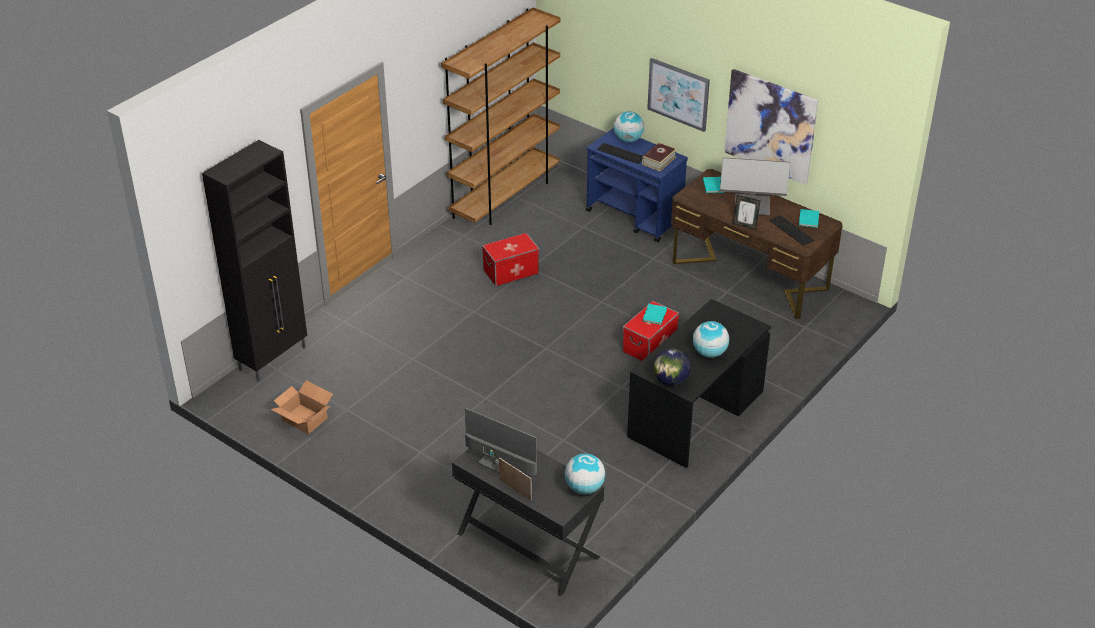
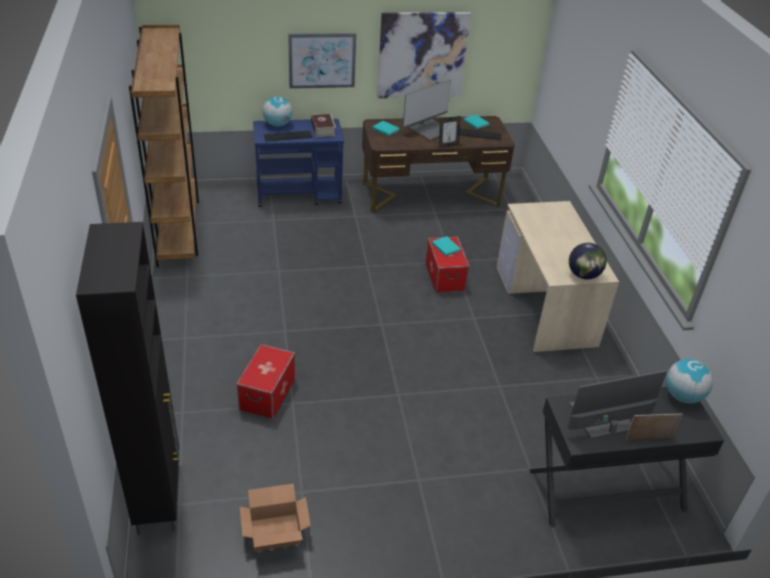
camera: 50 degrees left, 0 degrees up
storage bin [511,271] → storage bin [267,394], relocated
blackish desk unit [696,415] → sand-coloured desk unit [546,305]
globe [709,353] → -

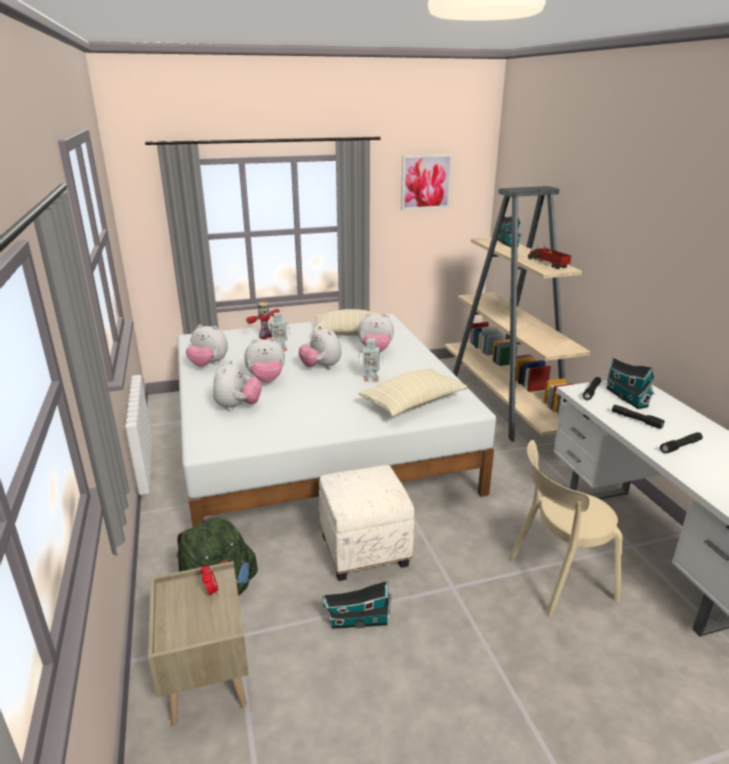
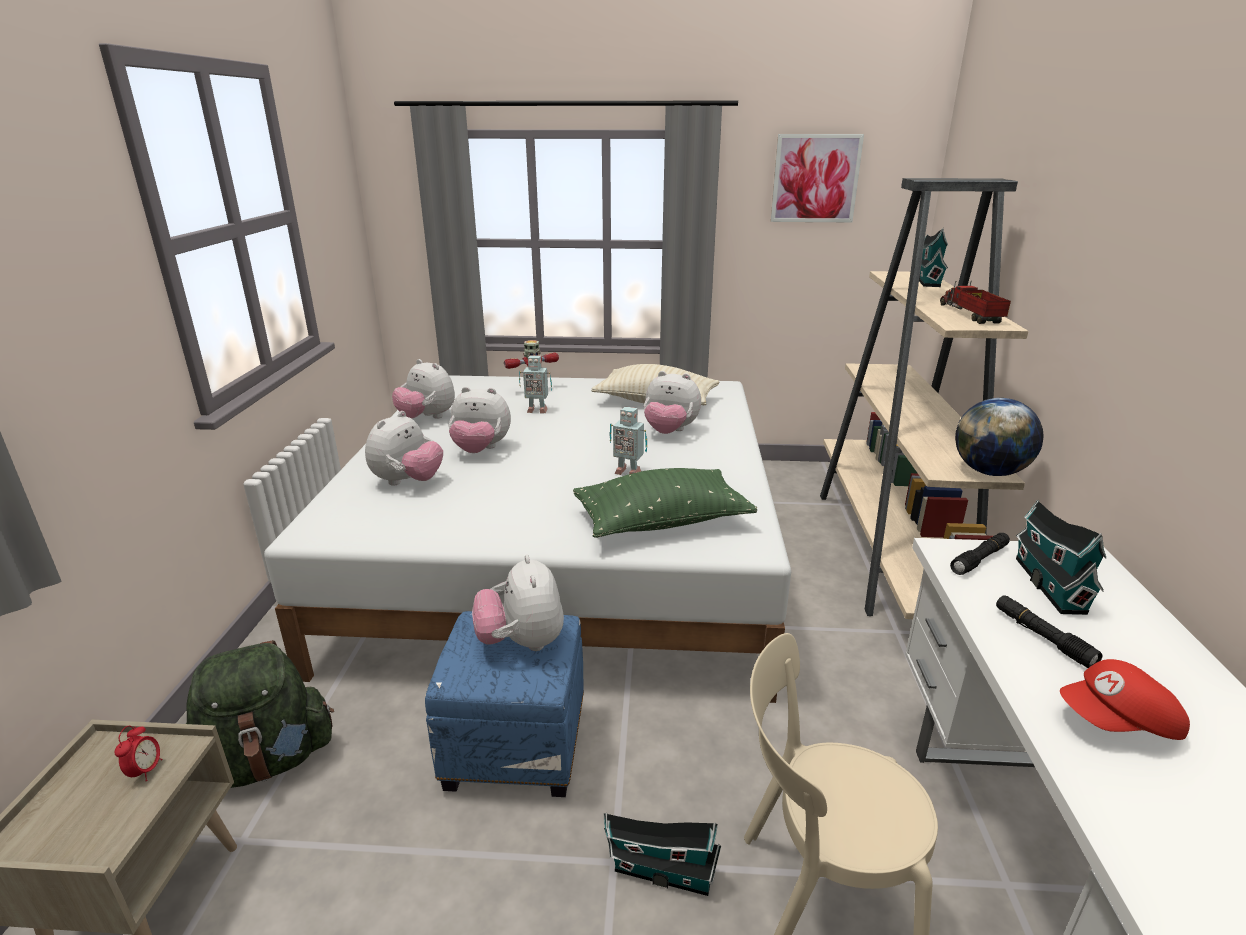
camera: 20 degrees right, 0 degrees up
plush toy [321,367] → plush toy [522,642], relocated
white footrest [365,550] → blue footrest [517,747]
model house [357,621] → model house [659,871], relocated
sand-coloured cushion [413,403] → green-coloured cushion [662,522]
blackish hand torch [680,446] → red-coloured cap [1118,723]
- → globe [989,472]

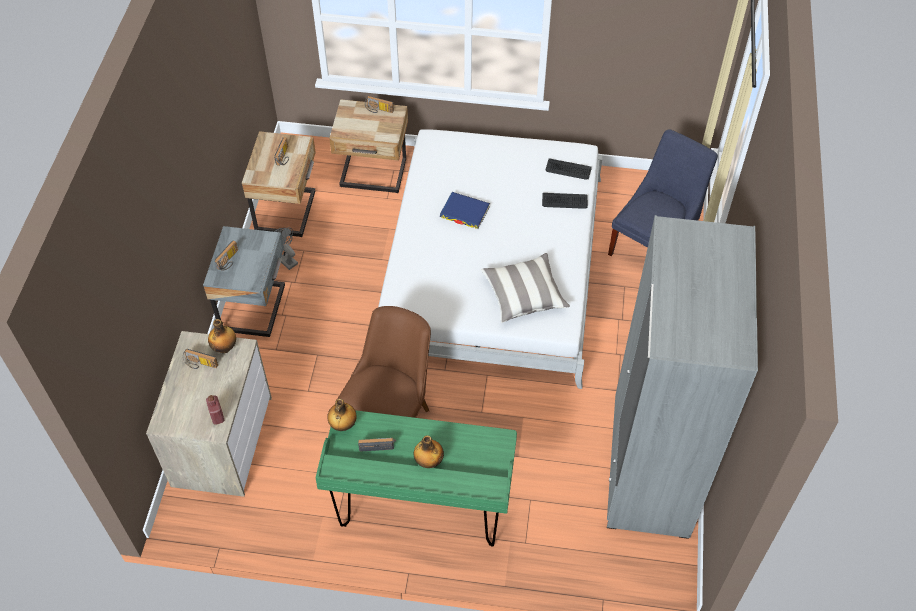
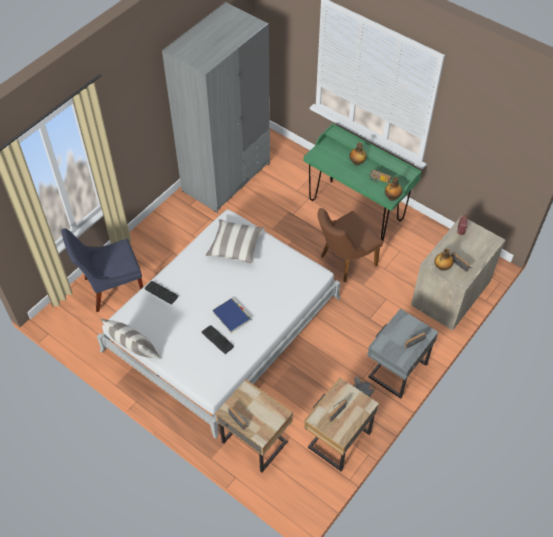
camera: 150 degrees left, 0 degrees up
computer keyboard [568,170] → computer keyboard [218,339], relocated
- → cushion [134,351]

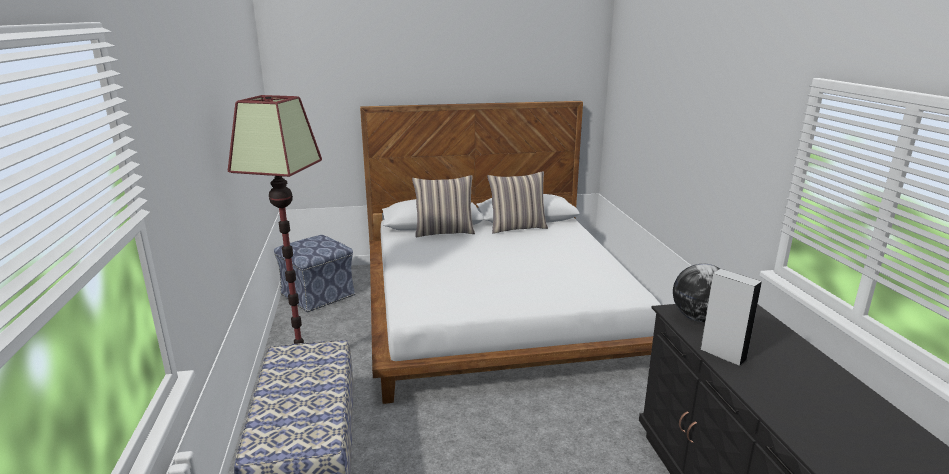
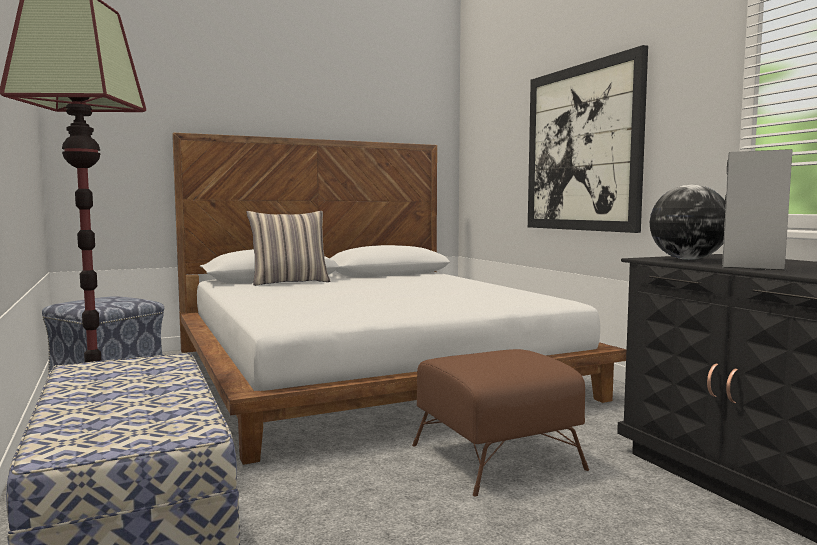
camera: 15 degrees left, 15 degrees down
cushion [517,227] → -
- → brown-coloured footrest [497,457]
- → picture [582,148]

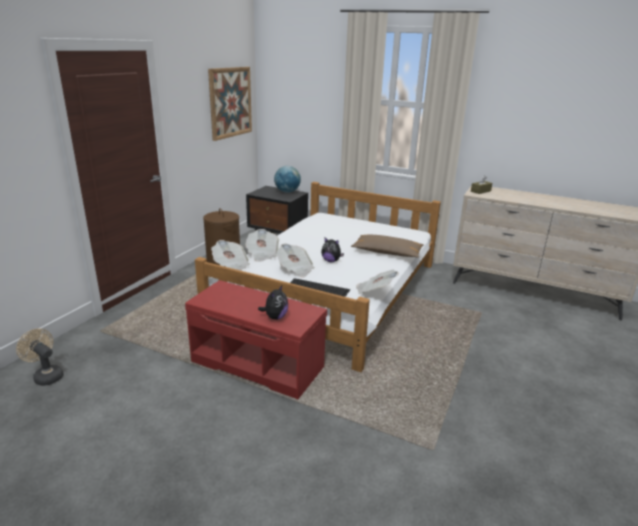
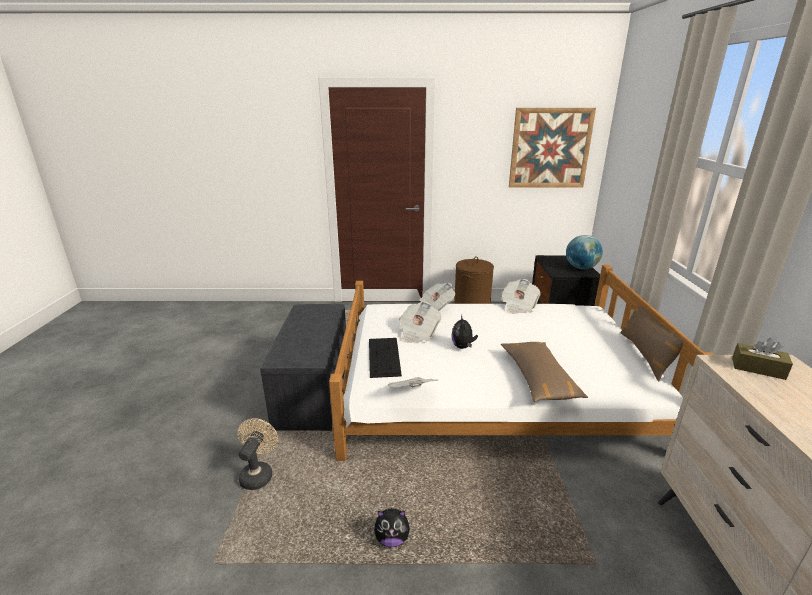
camera: 65 degrees right, 0 degrees up
sand-coloured electric fan [46,376] → sand-coloured electric fan [258,473], relocated
red-coloured long seat [259,364] → grey long seat [314,391]
daily paper [231,266] → daily paper [518,306], relocated
plush toy [275,317] → plush toy [392,539], relocated
- → brown-coloured cushion [645,355]

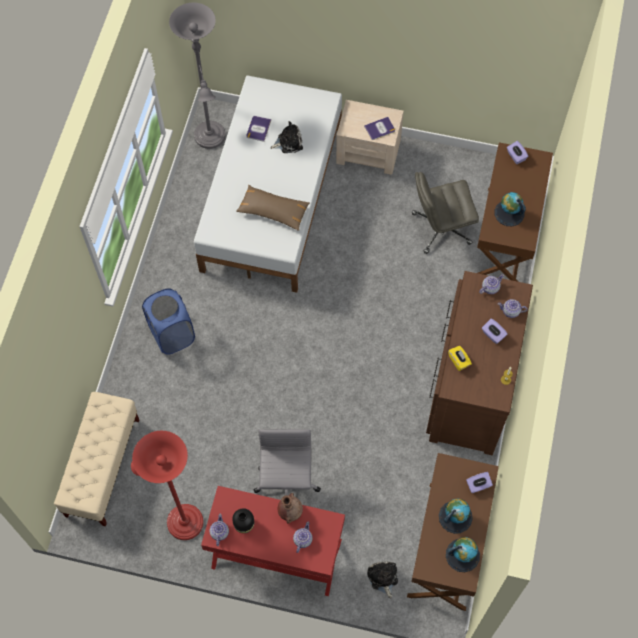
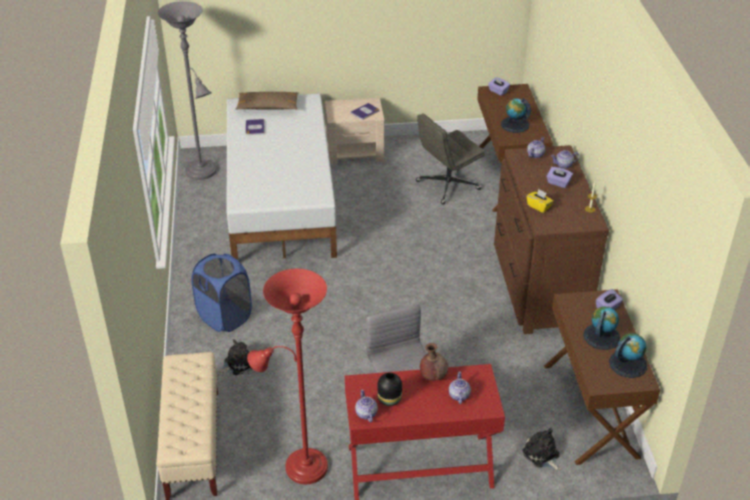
camera: 20 degrees left, 25 degrees down
brown-coloured cushion [273,211] → brown-coloured cushion [268,107], relocated
plush toy [288,142] → plush toy [237,364], relocated

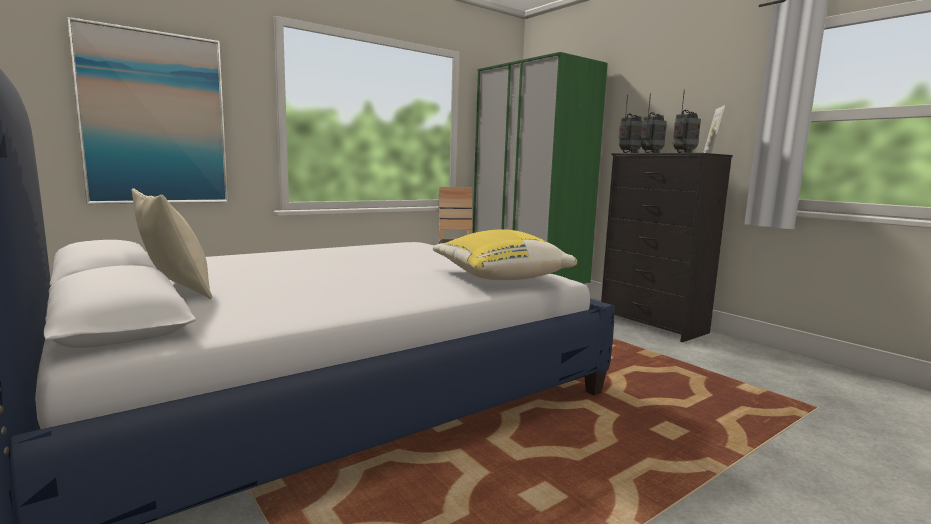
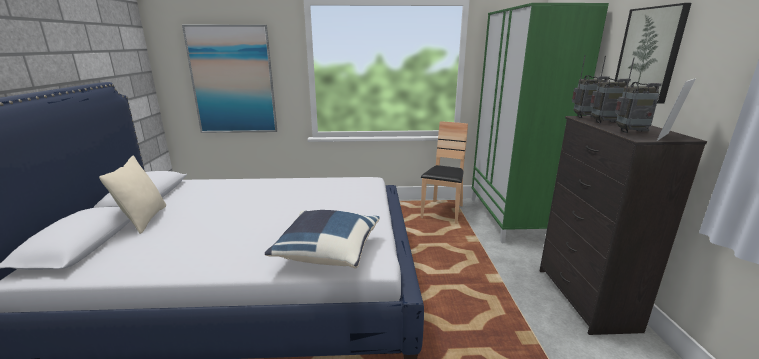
camera: 35 degrees right, 10 degrees up
yellow cushion [499,278] → blue cushion [327,252]
- → picture [649,54]

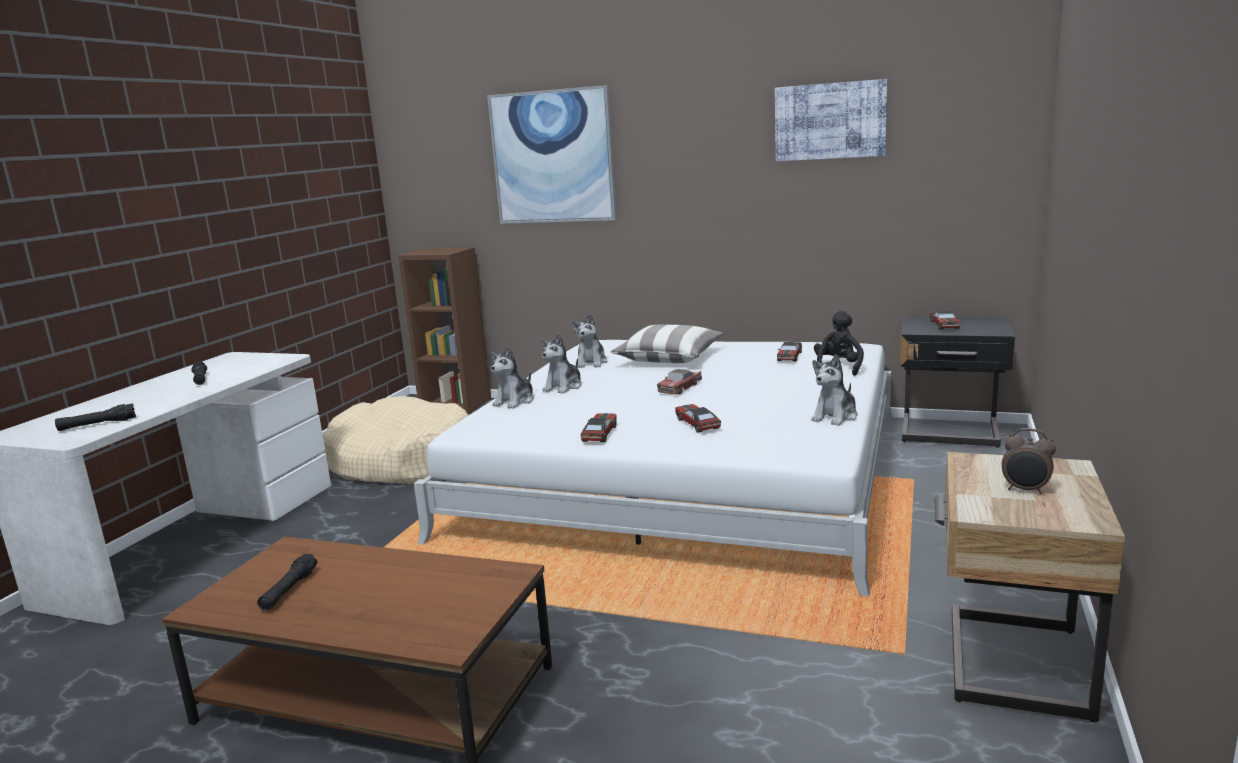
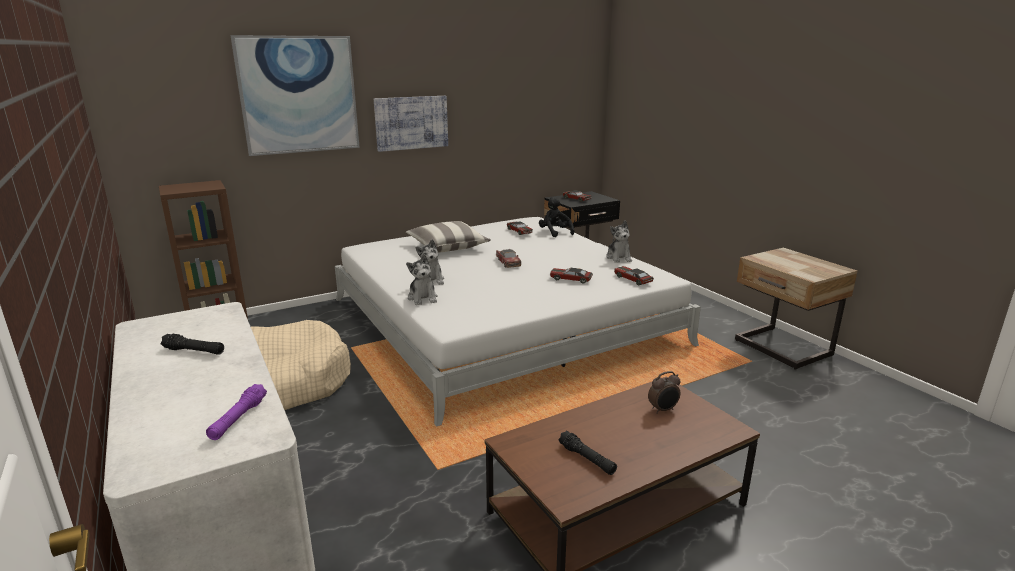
camera: 50 degrees left, 5 degrees up
blackish hand torch [97,425] → purple-coloured hand torch [238,419]
plush toy [591,363] → -
model car [599,434] → model car [633,279], relocated
picture [830,121] → picture [411,123], relocated
alarm clock [1025,490] → alarm clock [663,410], relocated

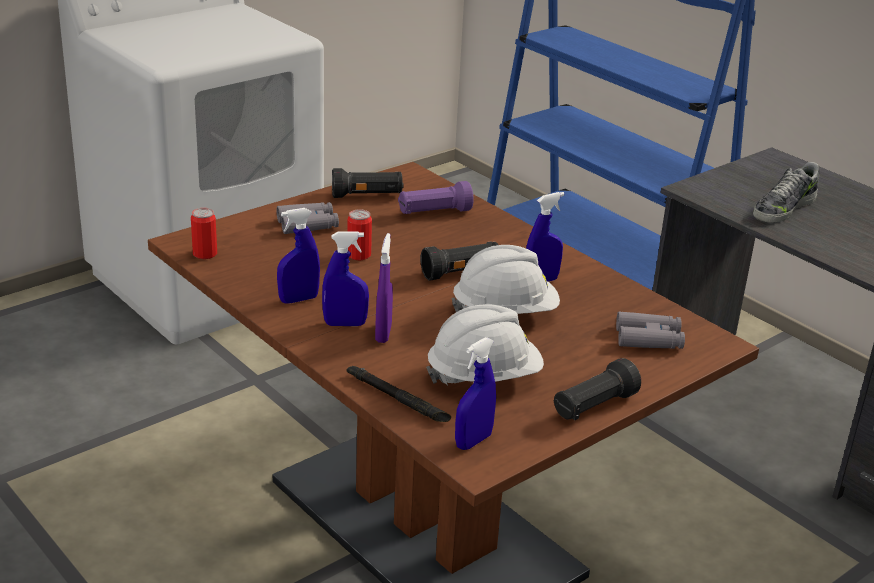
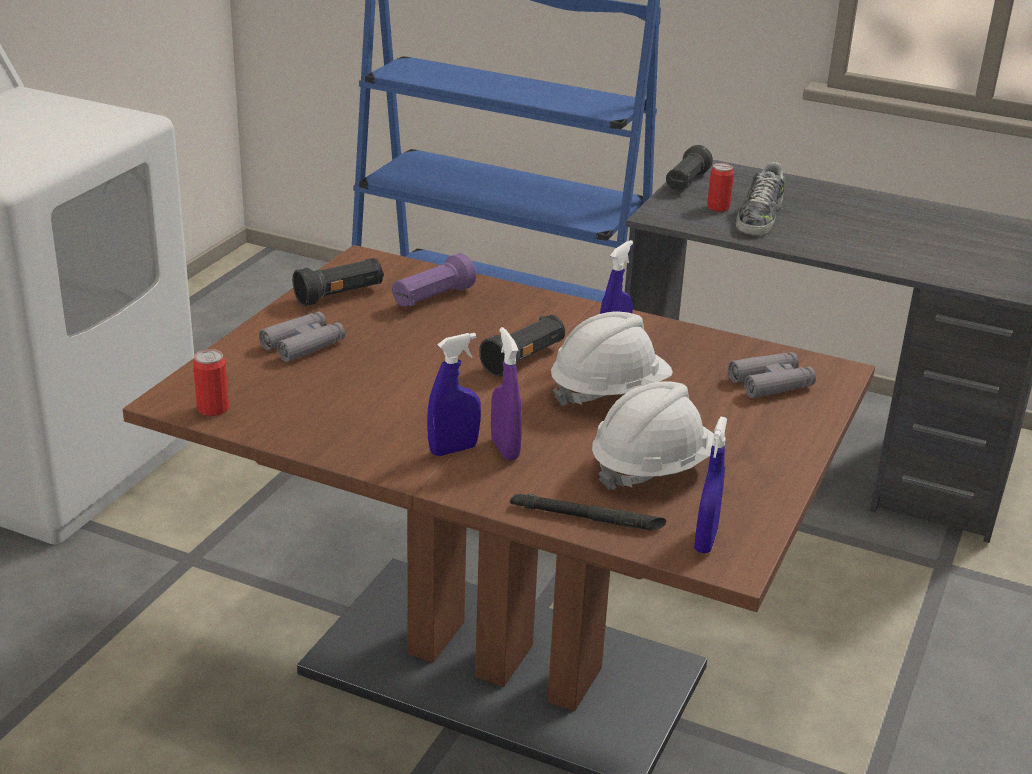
camera: 25 degrees left, 0 degrees up
blue hand sprayer [298,299] → -
sealed can [359,255] → sealed can [718,207], relocated
blackish hand torch [593,406] → blackish hand torch [686,183], relocated

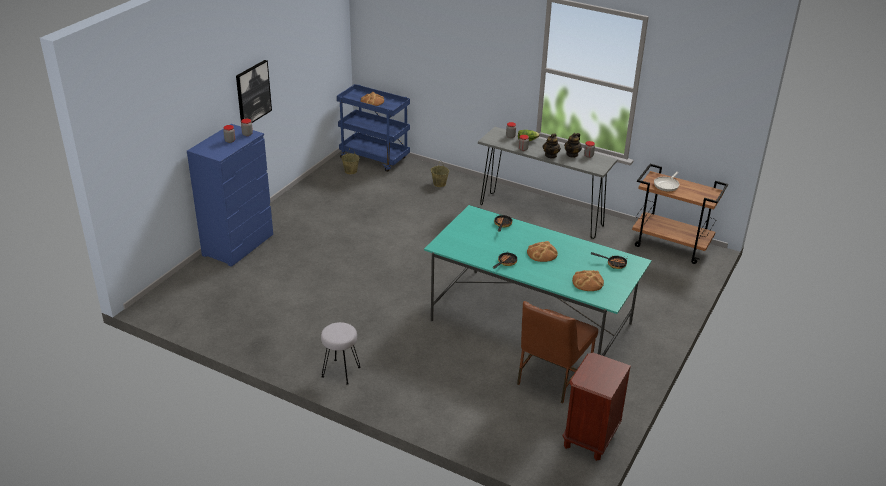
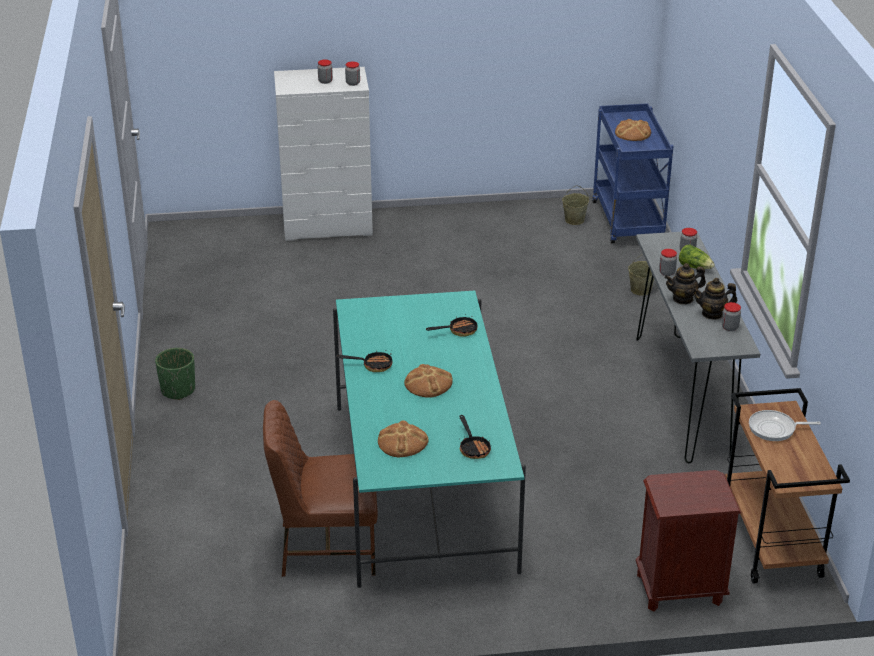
camera: 55 degrees right, 0 degrees up
blue chest of drawers [238,245] → white chest of drawers [328,226]
picture [253,93] → -
grey stool [340,371] → green-coloured planter [178,390]
brown-coloured night table [590,438] → brown-coloured night table [679,589], relocated

